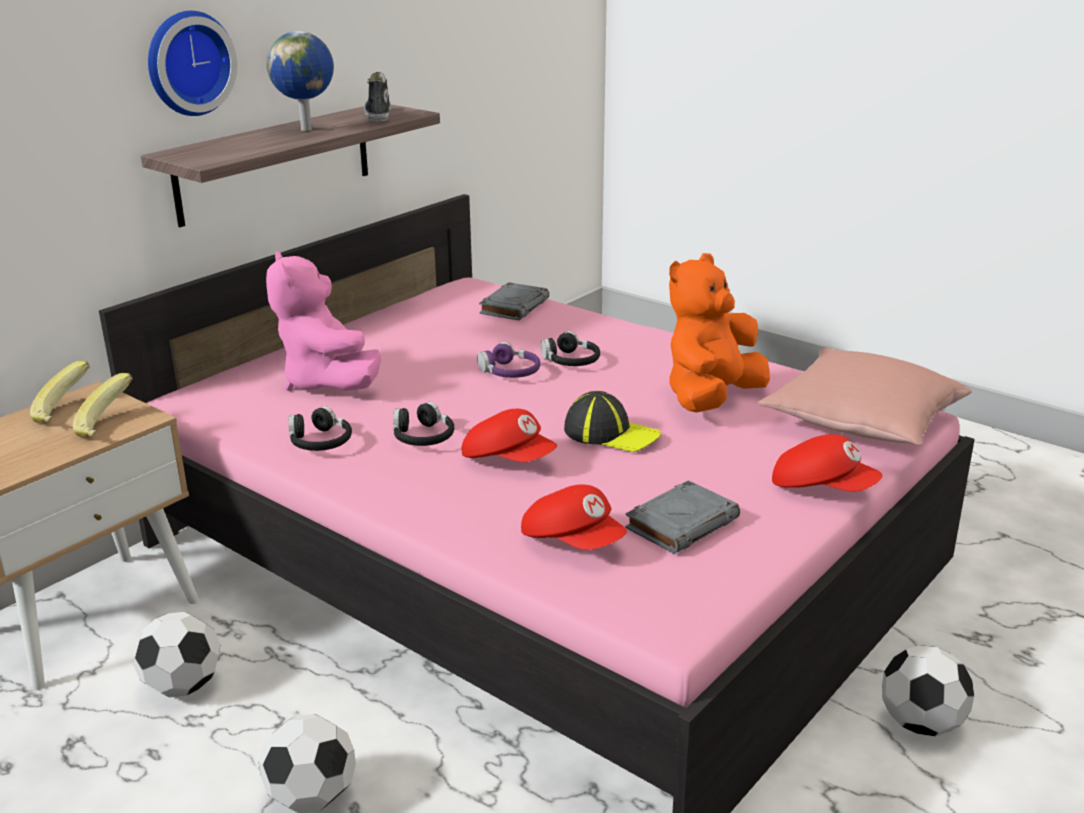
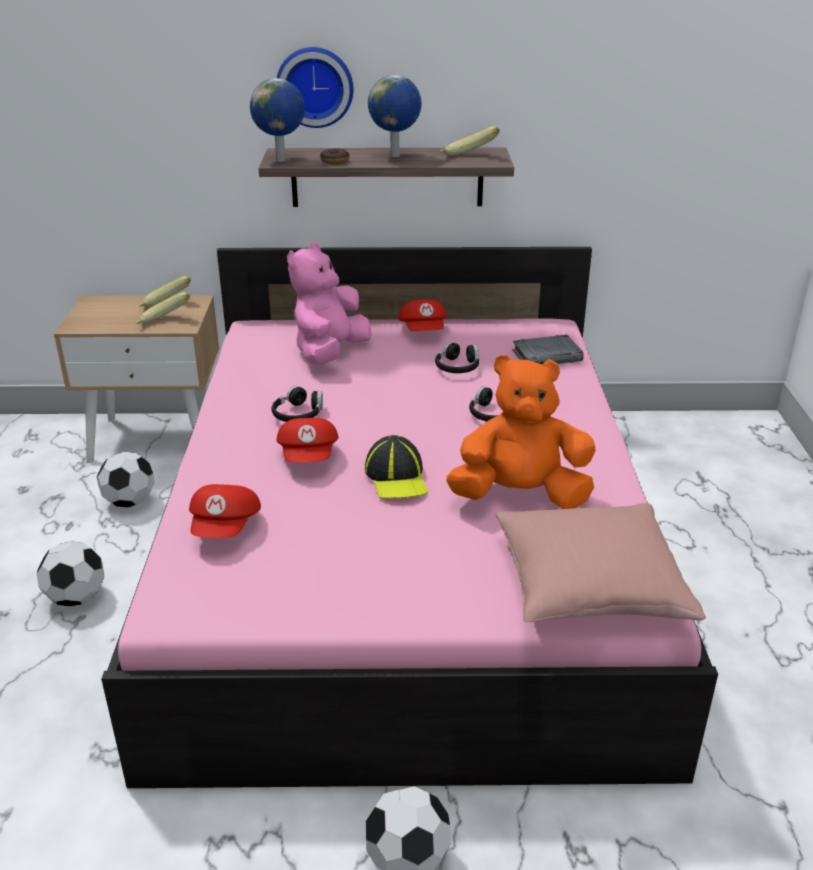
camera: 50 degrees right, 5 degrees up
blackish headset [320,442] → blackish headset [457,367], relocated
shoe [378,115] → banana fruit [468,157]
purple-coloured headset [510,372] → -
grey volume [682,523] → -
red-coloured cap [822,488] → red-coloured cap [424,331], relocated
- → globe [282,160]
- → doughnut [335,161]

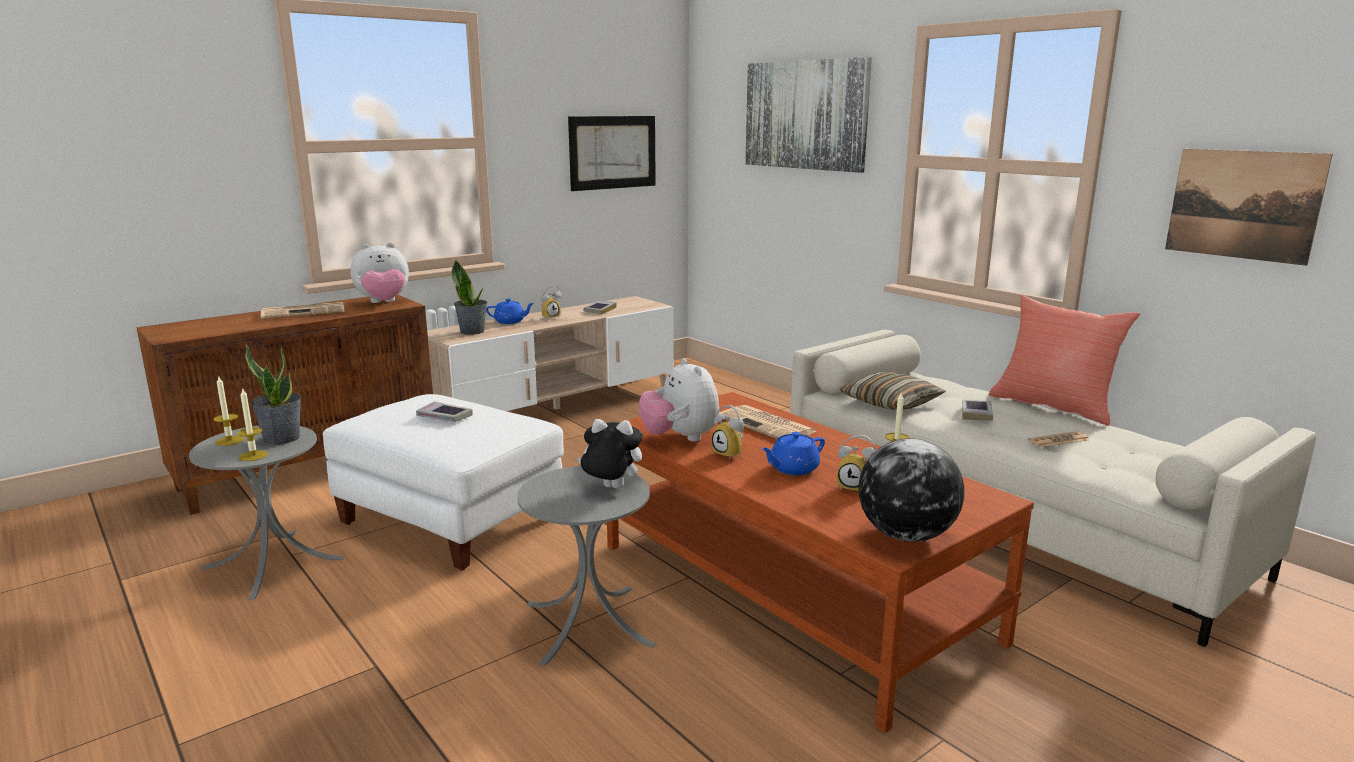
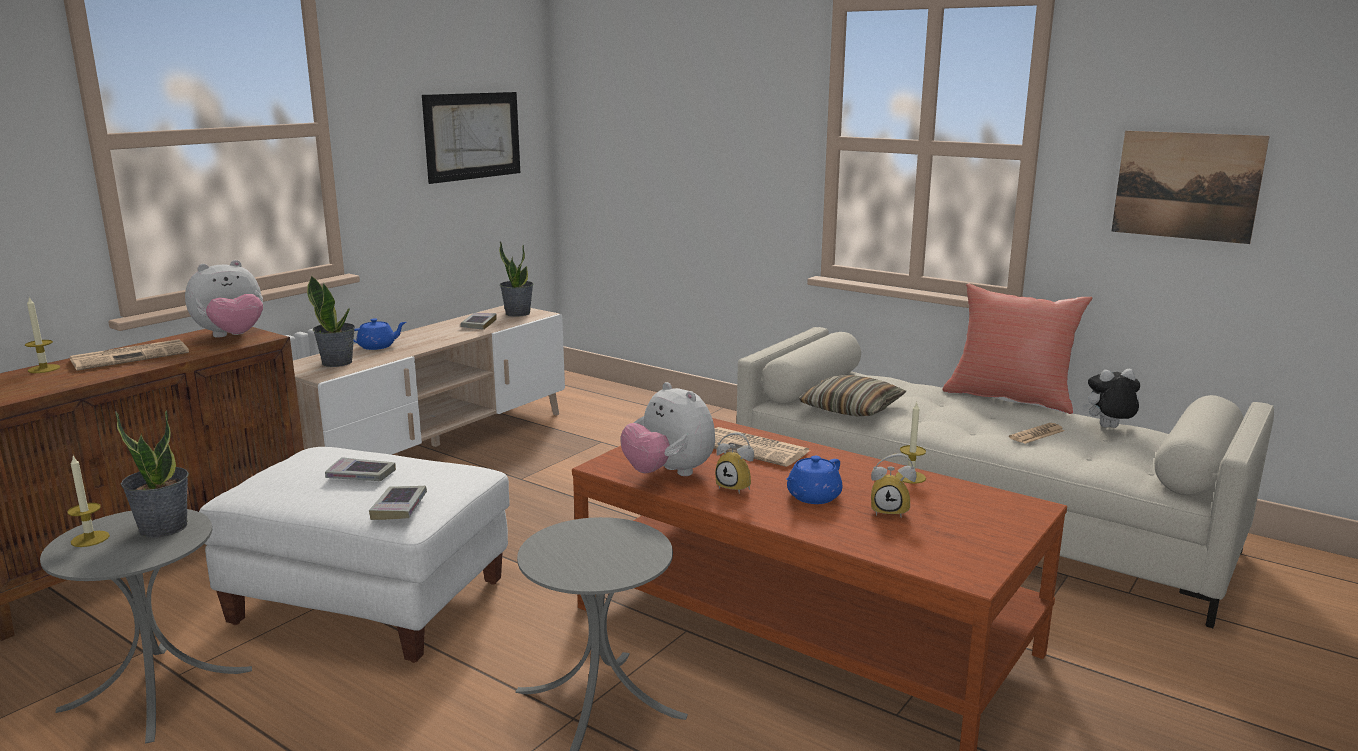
camera: 15 degrees left, 0 degrees up
wax light [253,456] → wax light [44,369], relocated
alarm clock [550,317] → -
plush toy [610,488] → plush toy [1108,428], relocated
picture [805,115] → -
globe [907,535] → -
volume [976,414] → volume [399,507], relocated
- → potted plant [517,313]

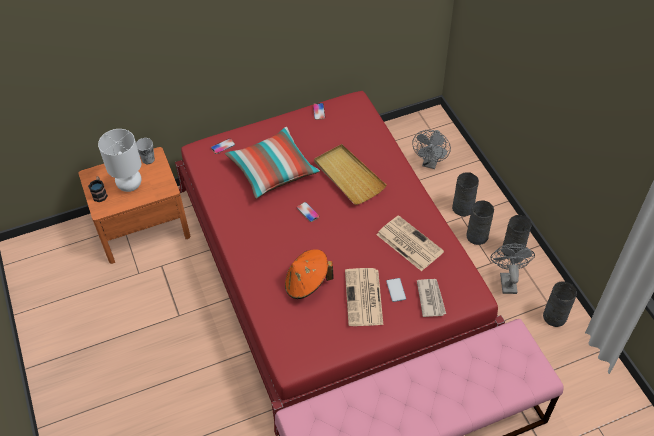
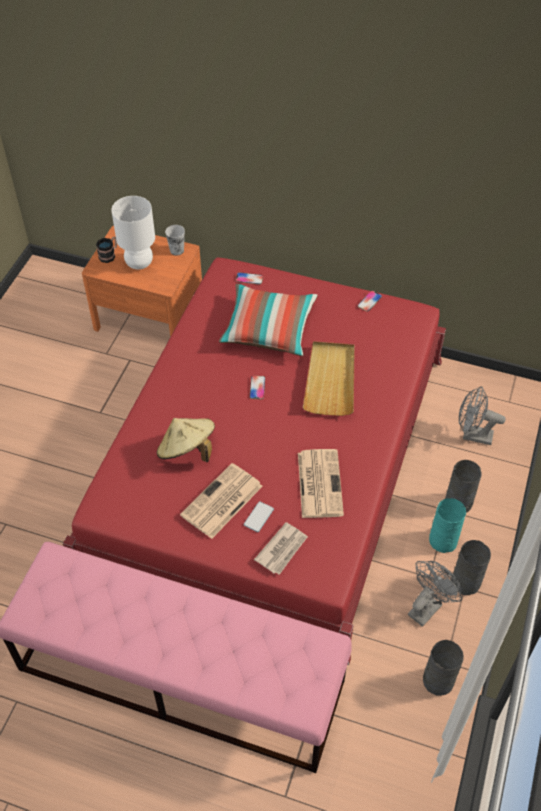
camera: 40 degrees right, 0 degrees up
orange-coloured hat [307,283] → sand-coloured hat [187,451]
grey electric fan [430,163] → grey electric fan [472,435], 45 degrees clockwise
grey flower vase [476,236] → turquoise flower vase [443,539]

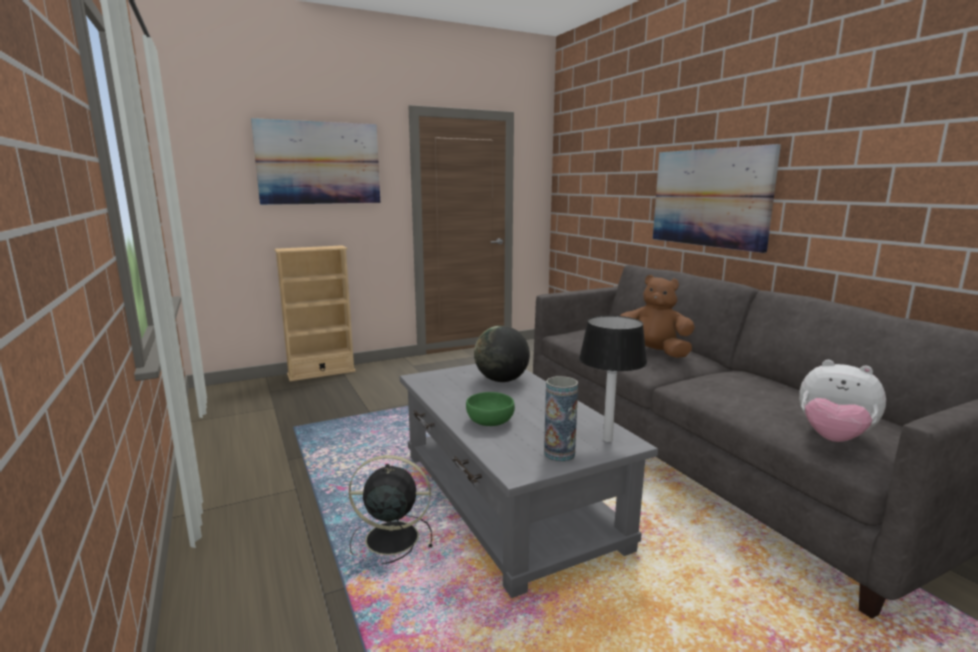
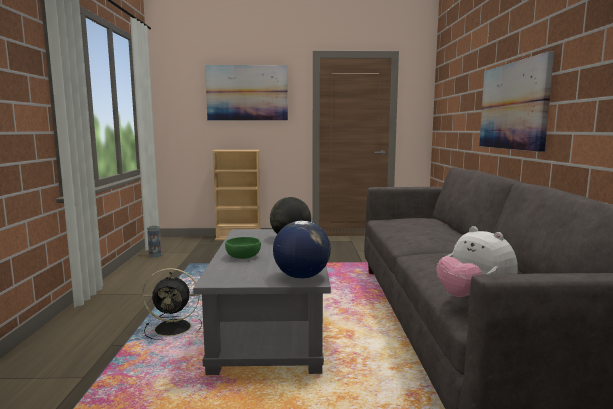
camera: 25 degrees right, 5 degrees down
blackish electric fan [389,538] → blackish electric fan [174,328], 150 degrees clockwise
flower vase [559,454] → flower vase [155,255], relocated
lamp for a table [607,440] → globe [301,276]
brown-coloured plush toy [652,352] → -

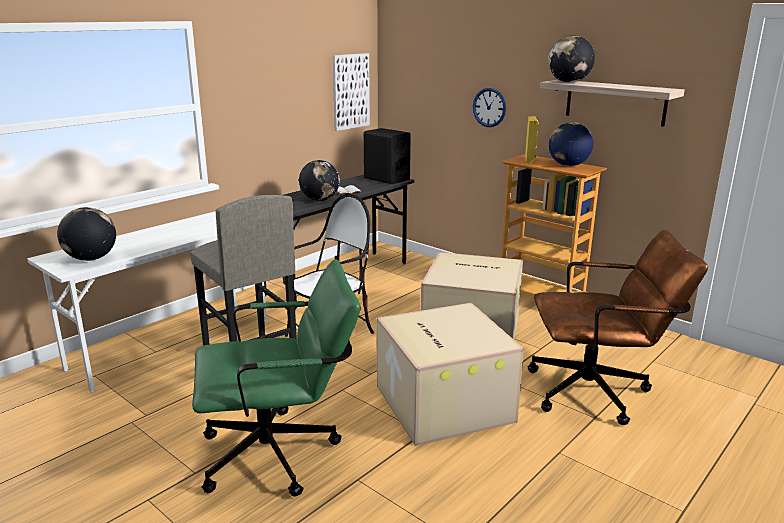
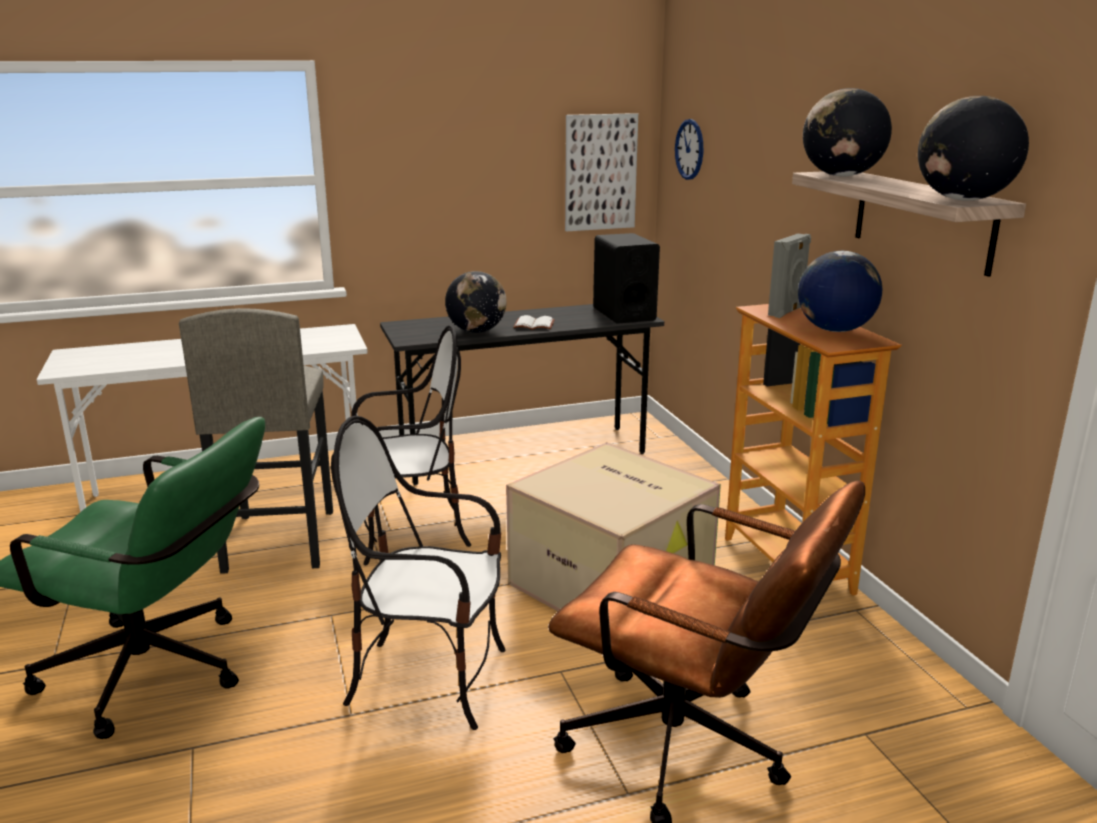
camera: 30 degrees right, 0 degrees up
globe [91,258] → globe [963,199], relocated
packing box [441,403] → chair [430,680]
hanging clock [489,107] → hanging clock [689,149], relocated
yellow speaker [530,160] → grey speaker [787,311]

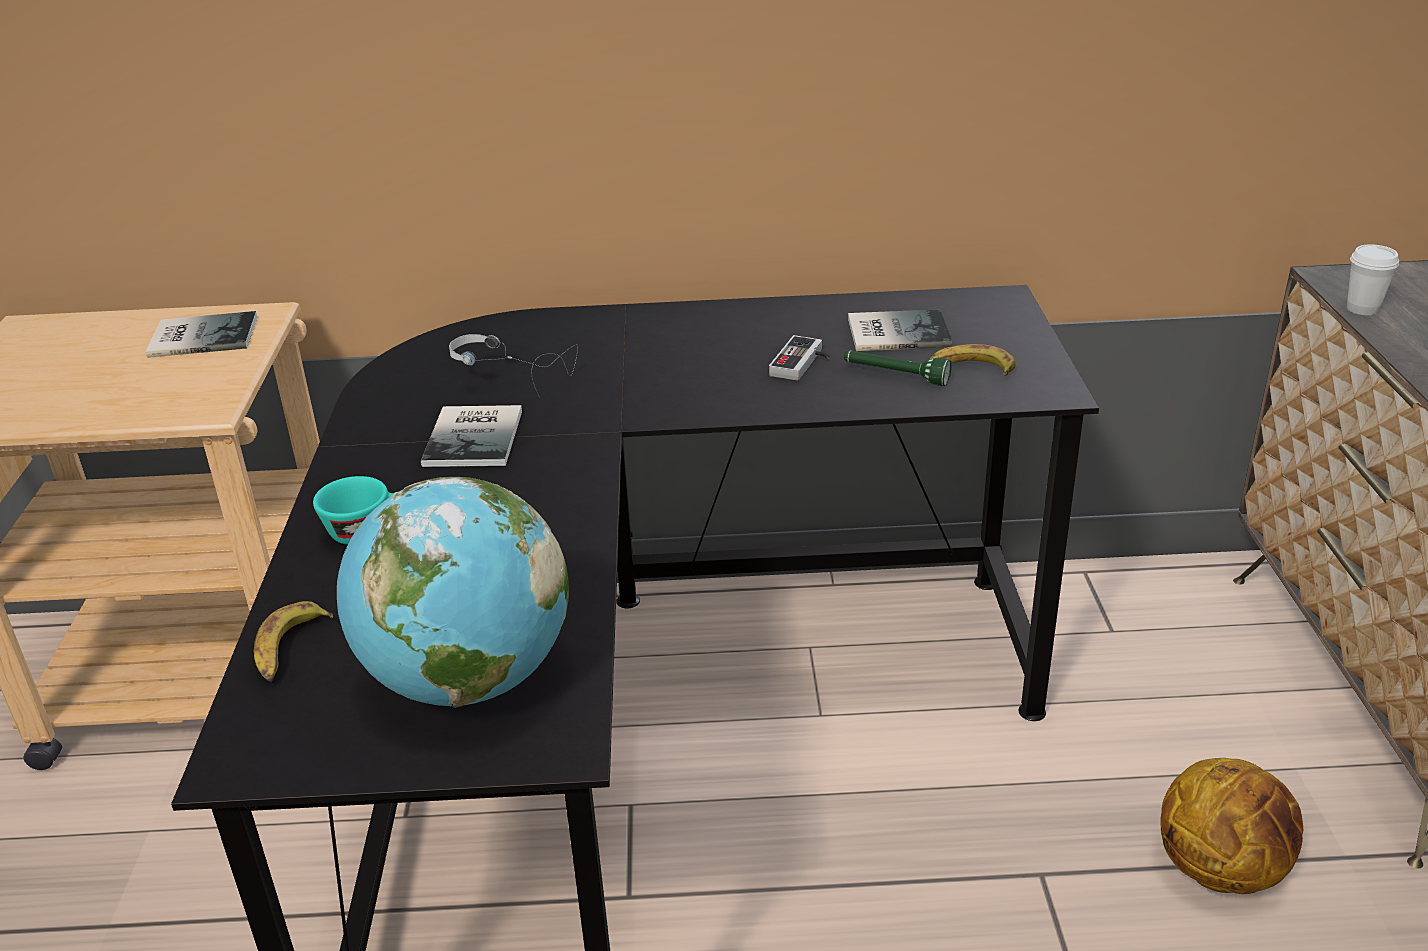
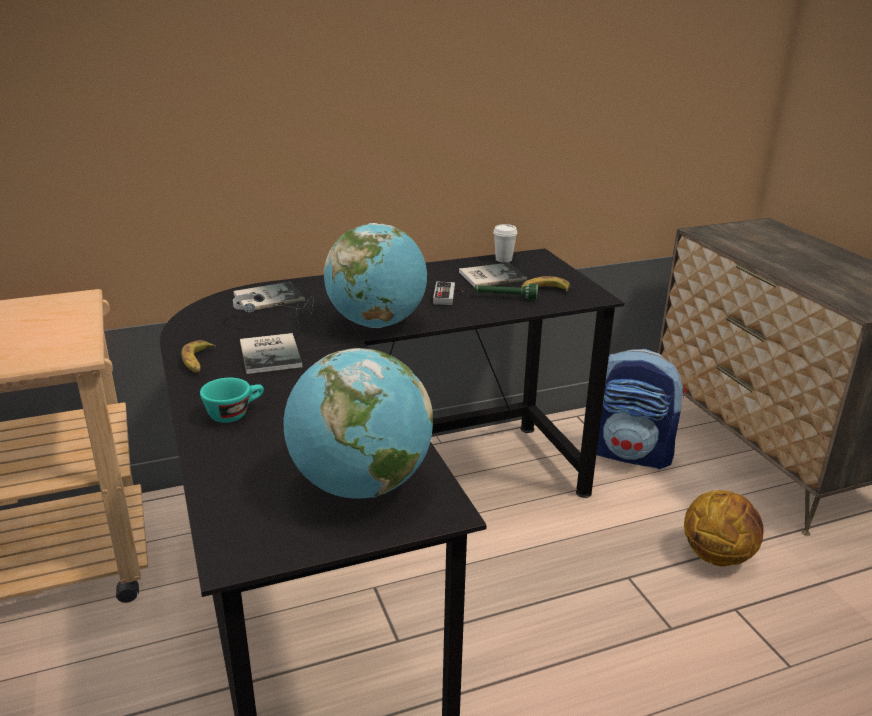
camera: 20 degrees left, 5 degrees down
volume [201,336] → volume [266,297], relocated
banana fruit [289,649] → banana fruit [198,362], relocated
white small cup [1362,309] → white small cup [503,259], relocated
- → globe [377,323]
- → knapsack [630,453]

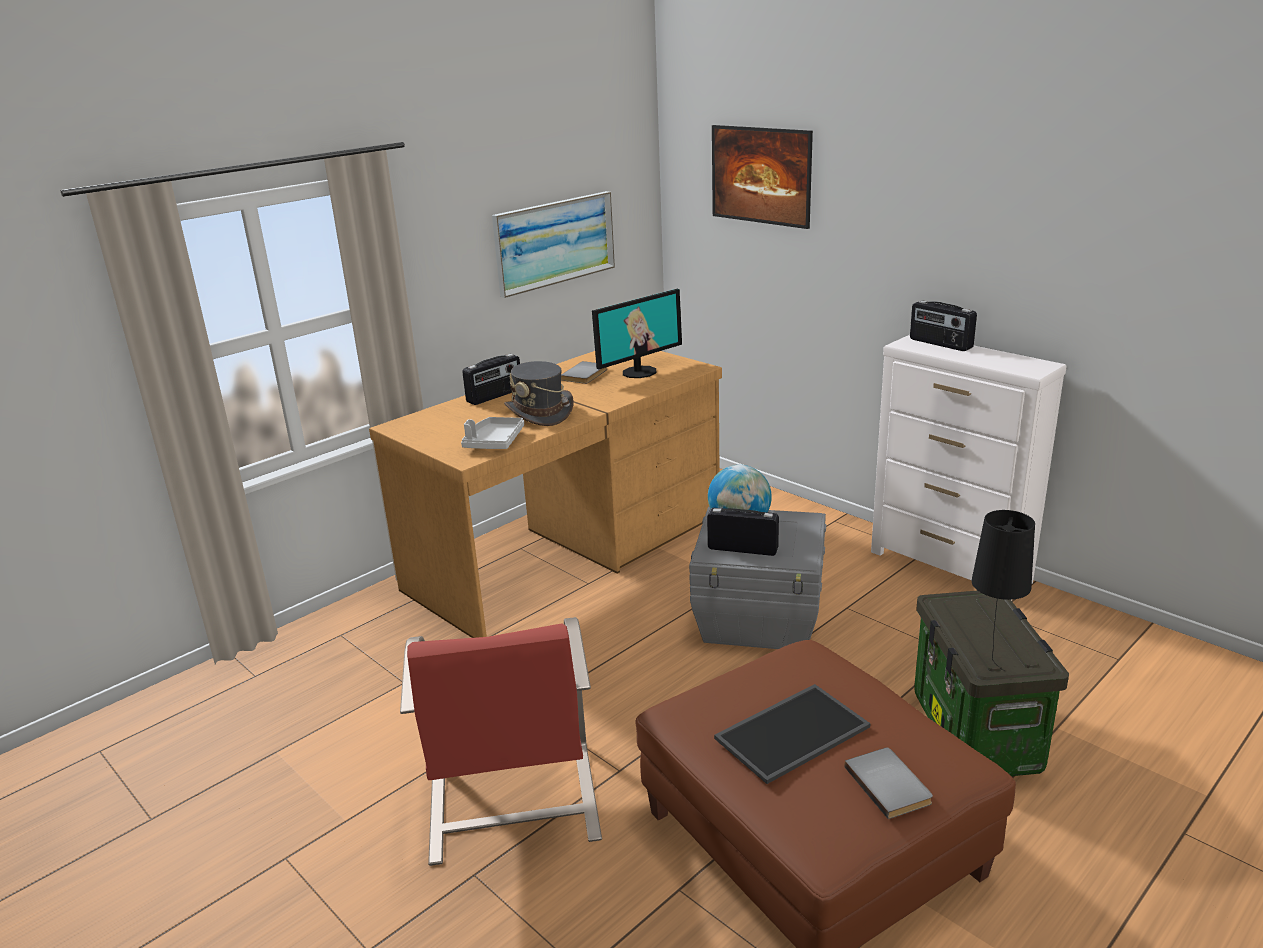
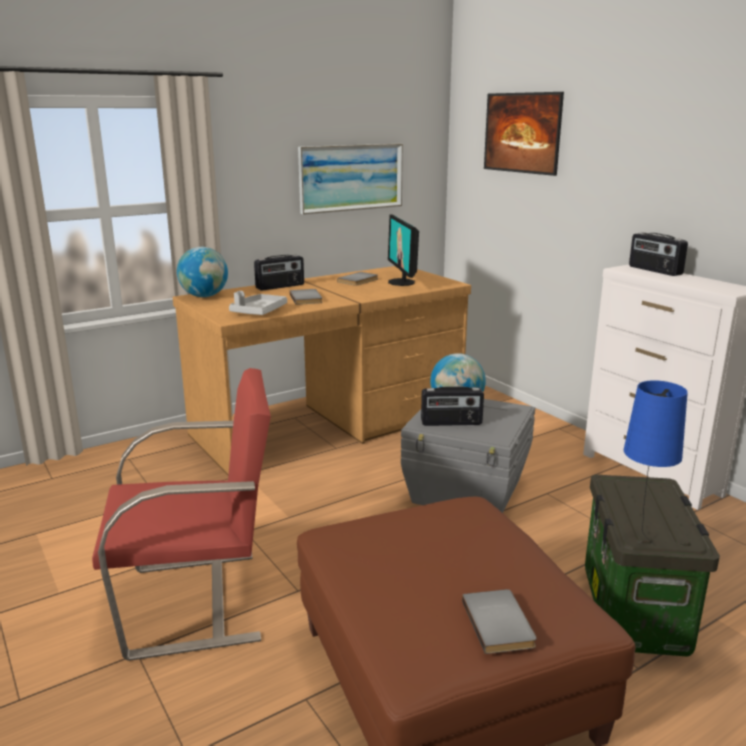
camera: 10 degrees right, 5 degrees down
red-coloured armchair [512,803] → red-coloured armchair [197,601], 105 degrees counterclockwise
grey hat [540,413] → grey volume [307,298]
computer display [639,372] → computer display [402,282], 105 degrees clockwise
radio receiver [742,548] → radio receiver [451,423], 150 degrees clockwise
tray [791,731] → -
blackish lamp for a table [989,668] → blue lamp for a table [639,539]
- → globe [204,296]

